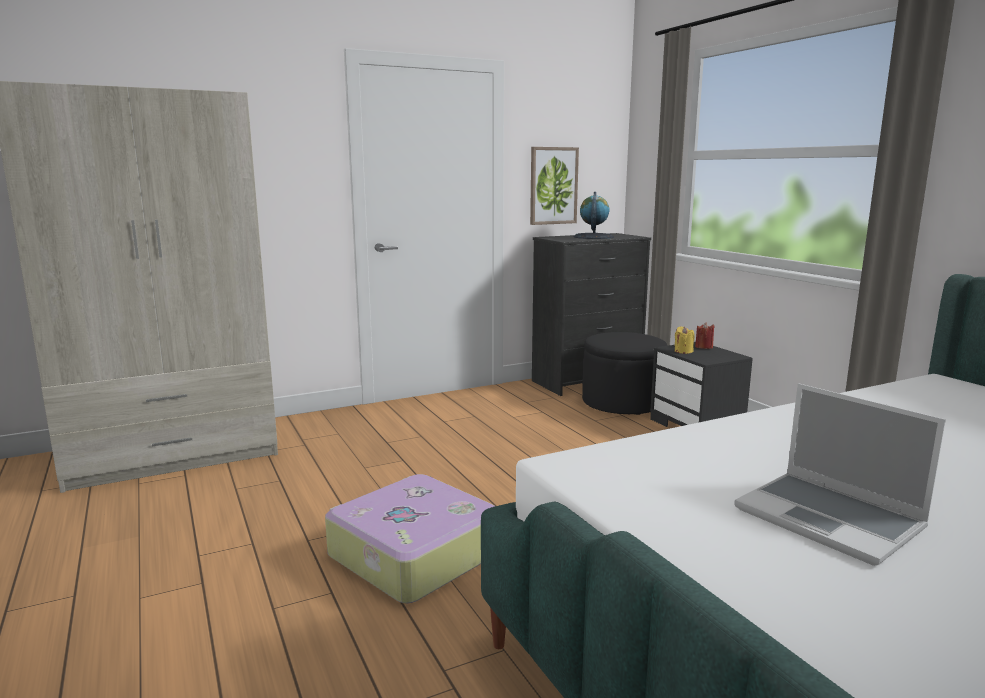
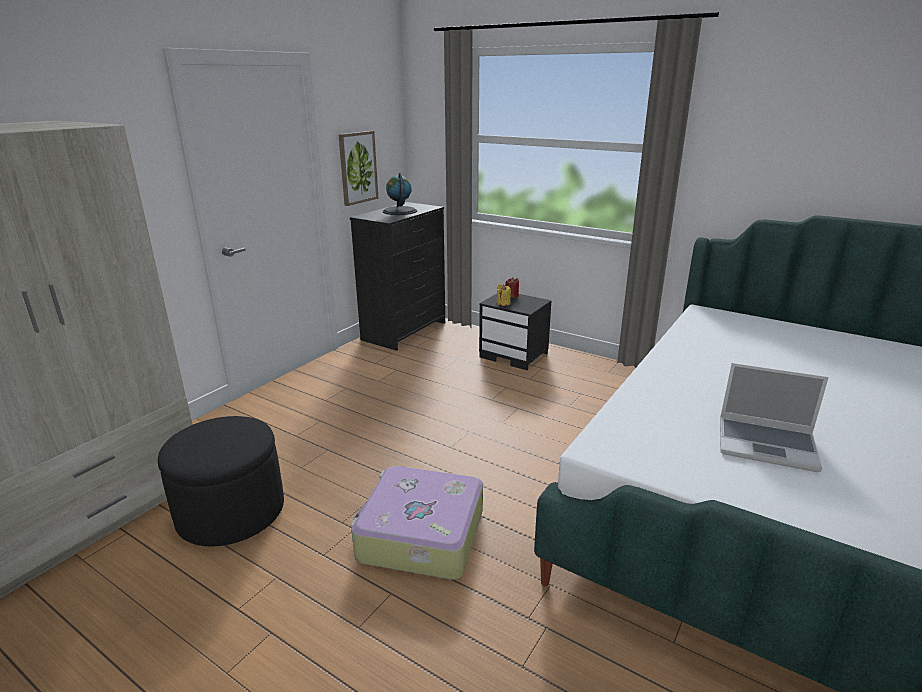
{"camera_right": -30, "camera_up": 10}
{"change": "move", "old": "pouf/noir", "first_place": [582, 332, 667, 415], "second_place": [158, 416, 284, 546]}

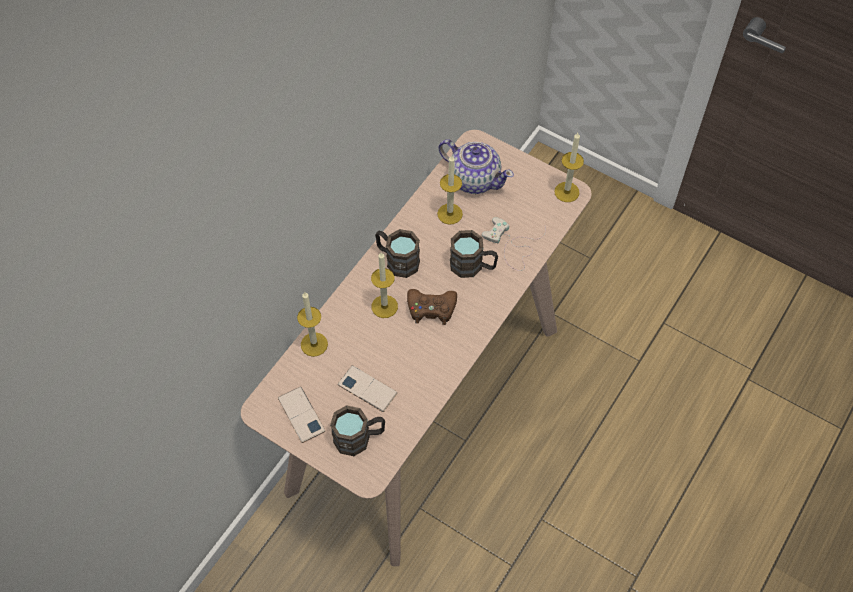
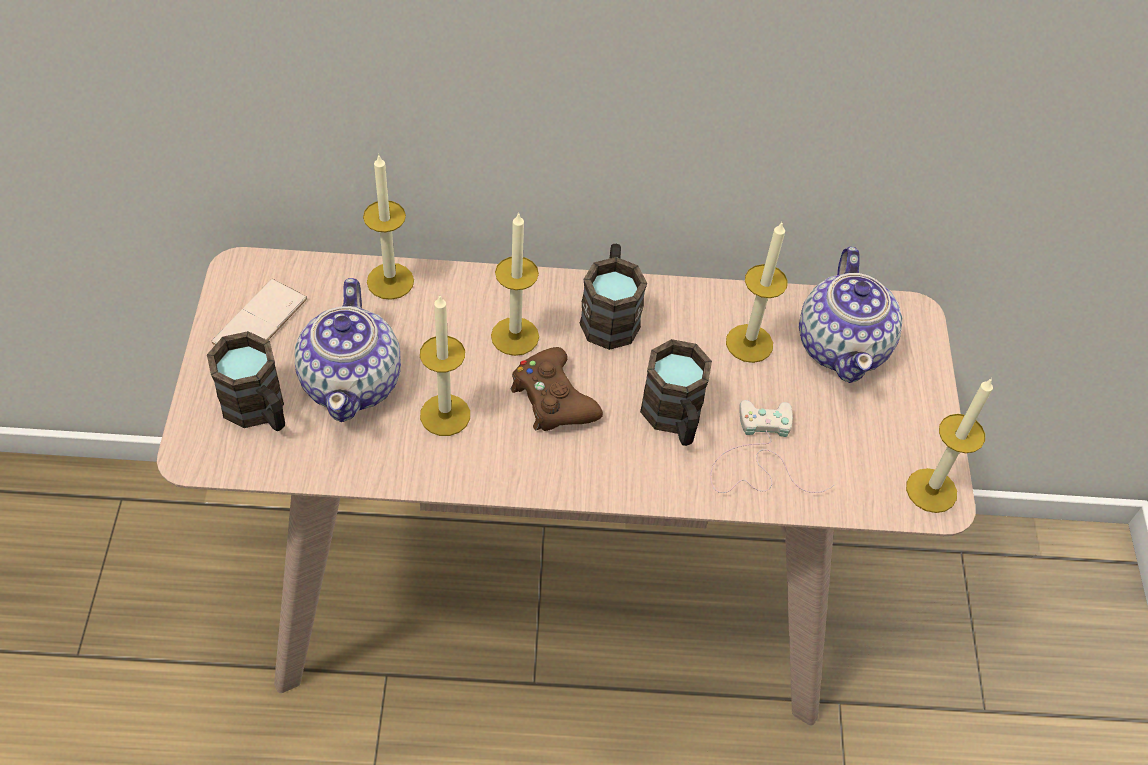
{"camera_right": 55, "camera_up": -5}
{"change": "insert", "new": "bougie", "second_place": [420, 294, 470, 436]}
{"change": "replace", "old": "téléphone", "new": "théière", "first_place": [338, 365, 398, 412], "second_place": [295, 278, 401, 422]}

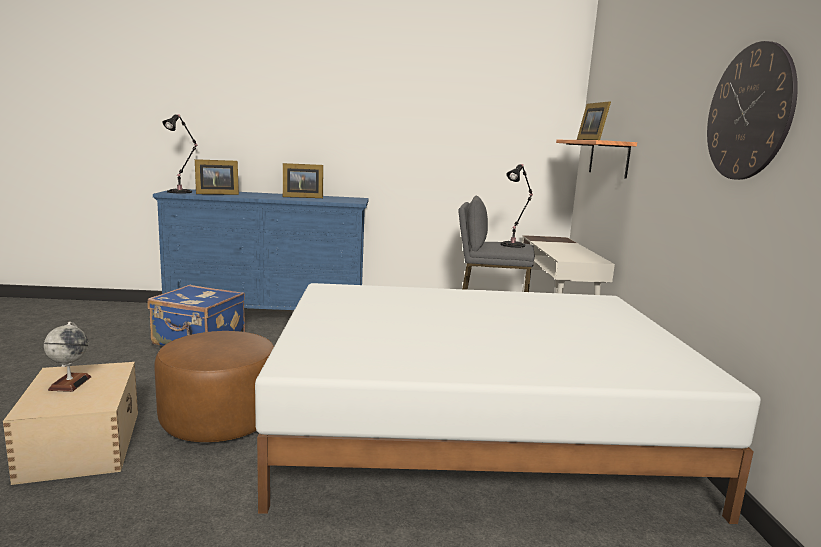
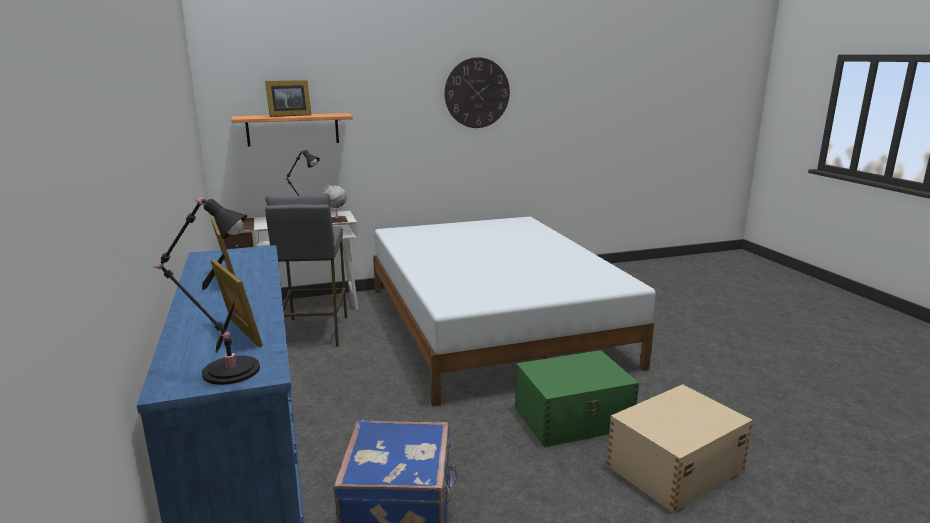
{"camera_right": -105, "camera_up": 5}
{"change": "move", "old": "globe", "first_place": [44, 322, 91, 392], "second_place": [322, 185, 348, 223]}
{"change": "replace", "old": "pouf/marron", "new": "boîte de rangement/vert", "first_place": [154, 331, 274, 442], "second_place": [515, 350, 639, 447]}

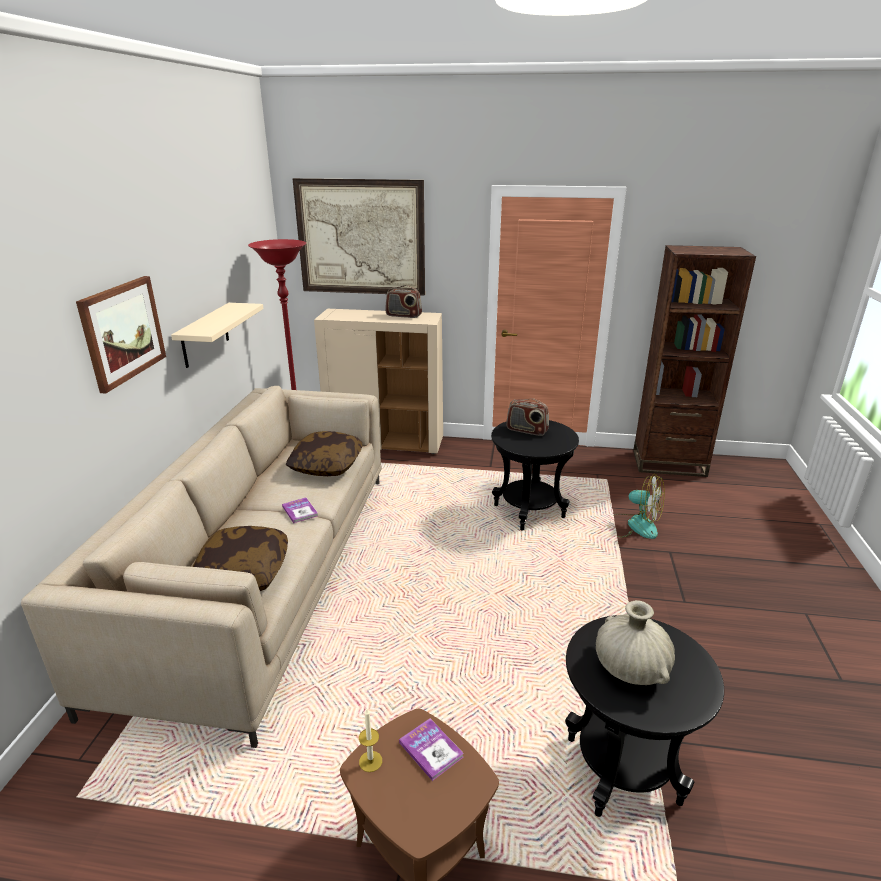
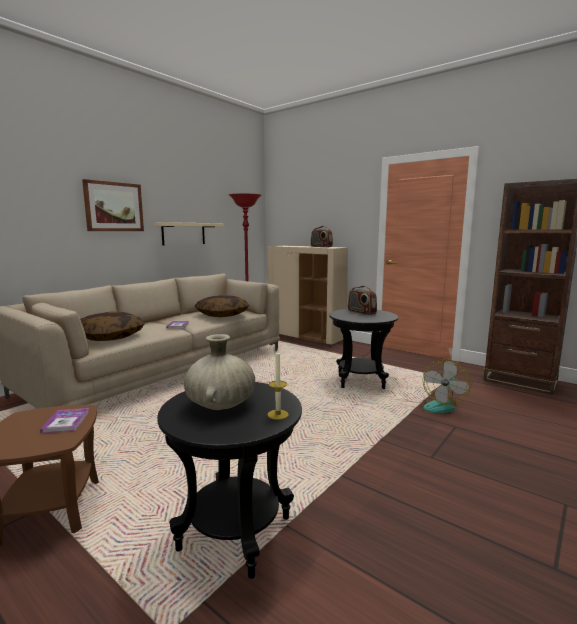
{"camera_right": 30, "camera_up": -15}
{"change": "delete", "old": "tableau", "first_place": [293, 178, 425, 296]}
{"change": "move", "old": "bougie", "first_place": [359, 709, 382, 772], "second_place": [268, 349, 289, 420]}
{"change": "rotate", "old": "ventilateur", "first_place": [614, 474, 665, 539], "second_place": [423, 359, 471, 413], "degrees": 60}

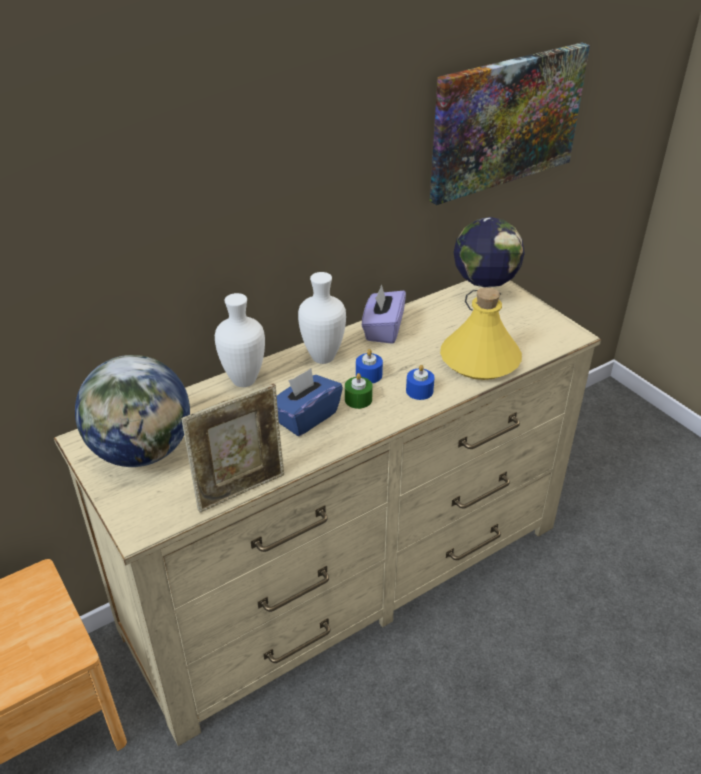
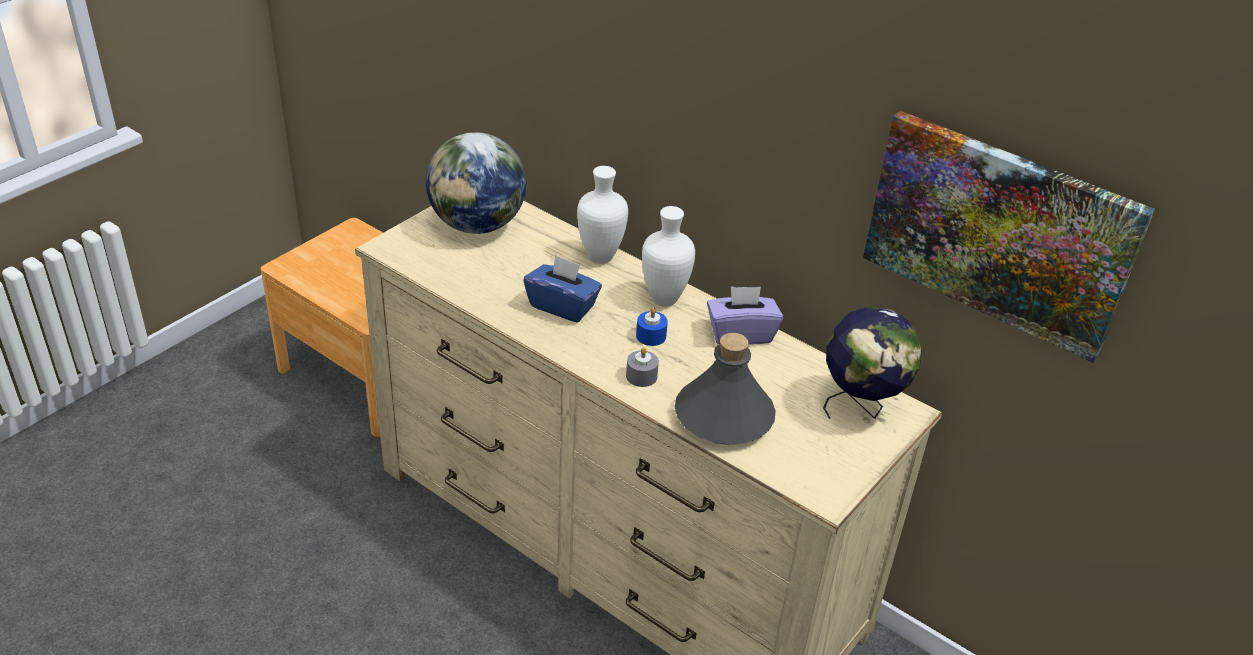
{"camera_right": 70, "camera_up": 0}
{"change": "delete", "old": "cadre photo", "first_place": [181, 383, 284, 512]}
{"change": "delete", "old": "bougie/vert", "first_place": [345, 373, 373, 409]}
{"change": "recolor", "old": "bougie/bleu", "new": "bougie/gris", "first_place": [406, 365, 435, 400], "second_place": [626, 347, 659, 387]}
{"change": "recolor", "old": "bouteille/jaune", "new": "bouteille/gris", "first_place": [440, 287, 522, 380], "second_place": [675, 333, 776, 445]}

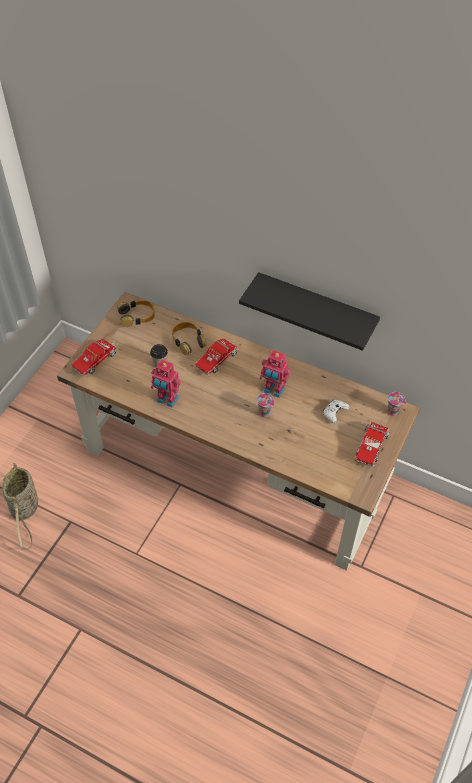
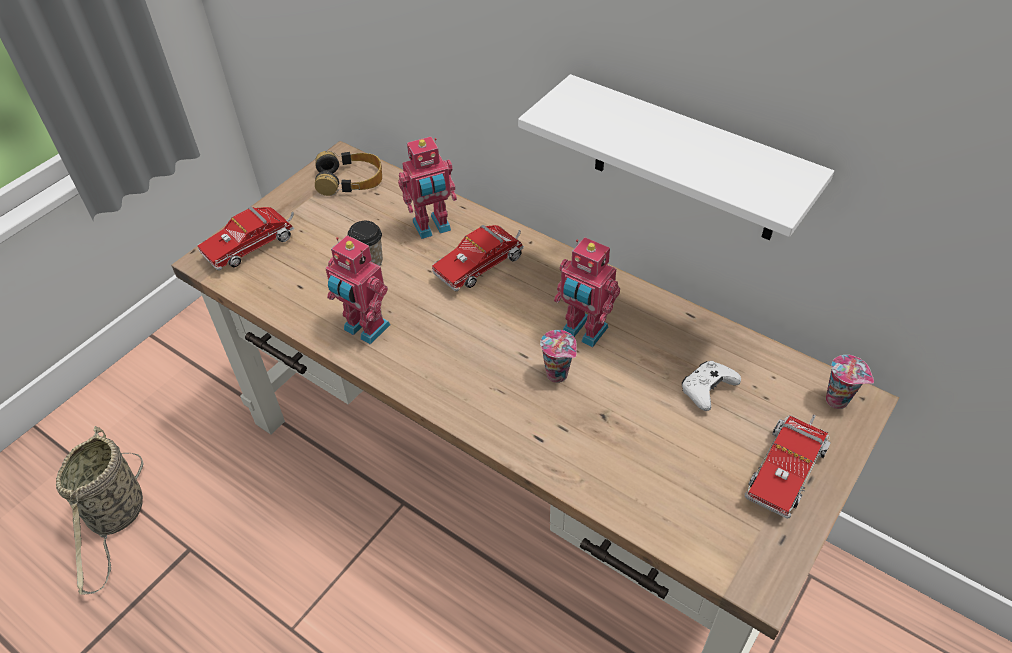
{"camera_right": 10, "camera_up": -5}
{"change": "replace", "old": "casque audio", "new": "robot jouet", "first_place": [172, 322, 207, 355], "second_place": [398, 137, 457, 239]}
{"change": "recolor", "old": "étagère/noir", "new": "étagère/blanc", "first_place": [239, 272, 380, 351], "second_place": [518, 74, 834, 240]}

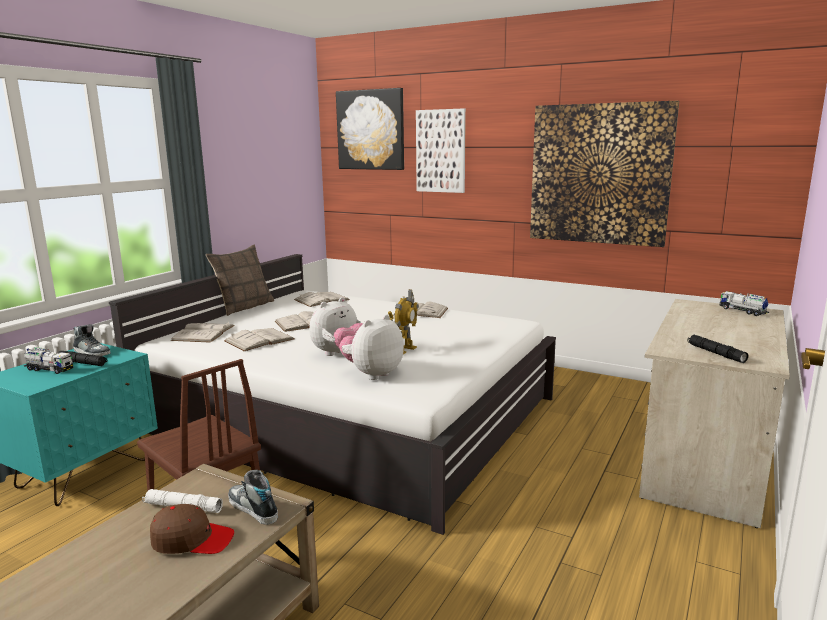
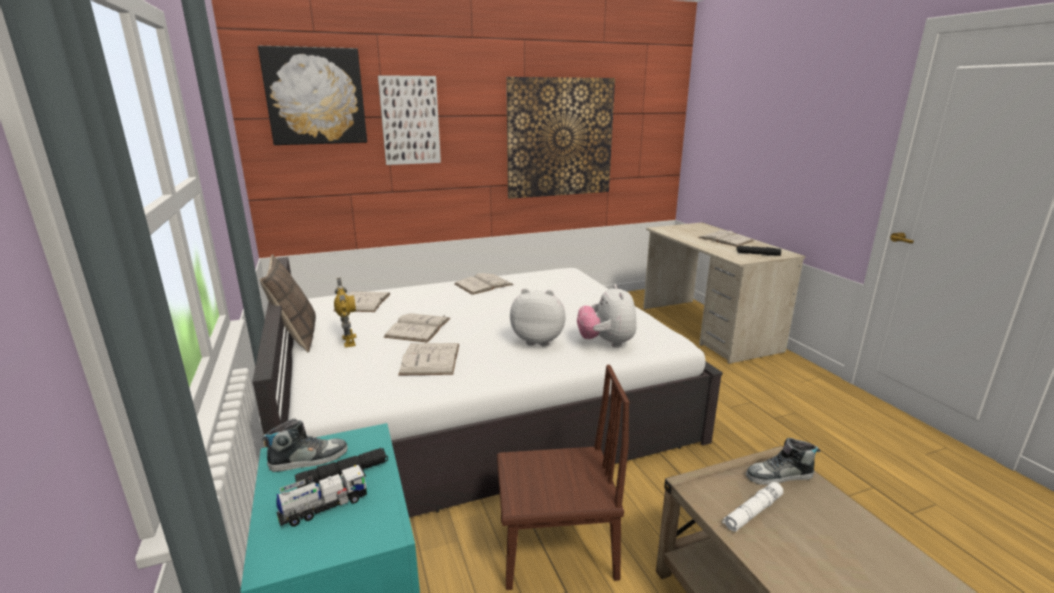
{"camera_right": -50, "camera_up": 5}
{"change": "delete", "old": "casquette/marron", "first_place": [150, 504, 234, 554]}
{"change": "delete", "old": "camion jouet", "first_place": [719, 291, 769, 316]}
{"change": "move", "old": "livre/blanc", "first_place": [170, 322, 235, 343], "second_place": [698, 229, 754, 247]}
{"change": "move", "old": "robot jouet", "first_place": [388, 289, 419, 354], "second_place": [334, 278, 357, 348]}
{"change": "rotate", "old": "peluche", "first_place": [309, 297, 363, 356], "second_place": [510, 288, 565, 346], "degrees": -75}

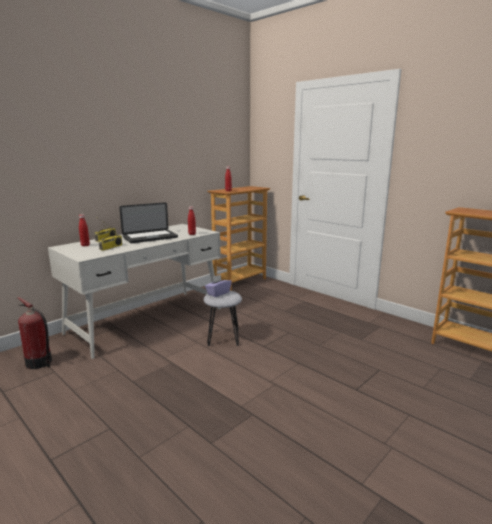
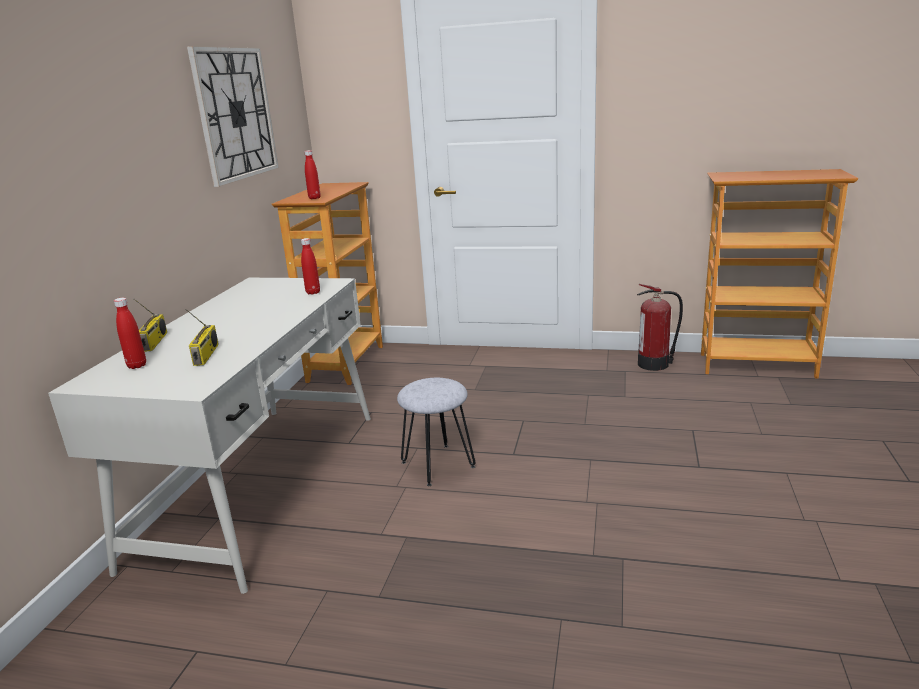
{"camera_right": -30, "camera_up": 5}
{"change": "delete", "old": "ordinateur portable", "first_place": [119, 202, 178, 243]}
{"change": "delete", "old": "boîte à mouchoirs/violet", "first_place": [205, 274, 232, 297]}
{"change": "insert", "new": "horloge murale", "second_place": [187, 46, 279, 187]}
{"change": "move", "old": "extincteur", "first_place": [18, 297, 52, 369], "second_place": [637, 284, 683, 371]}

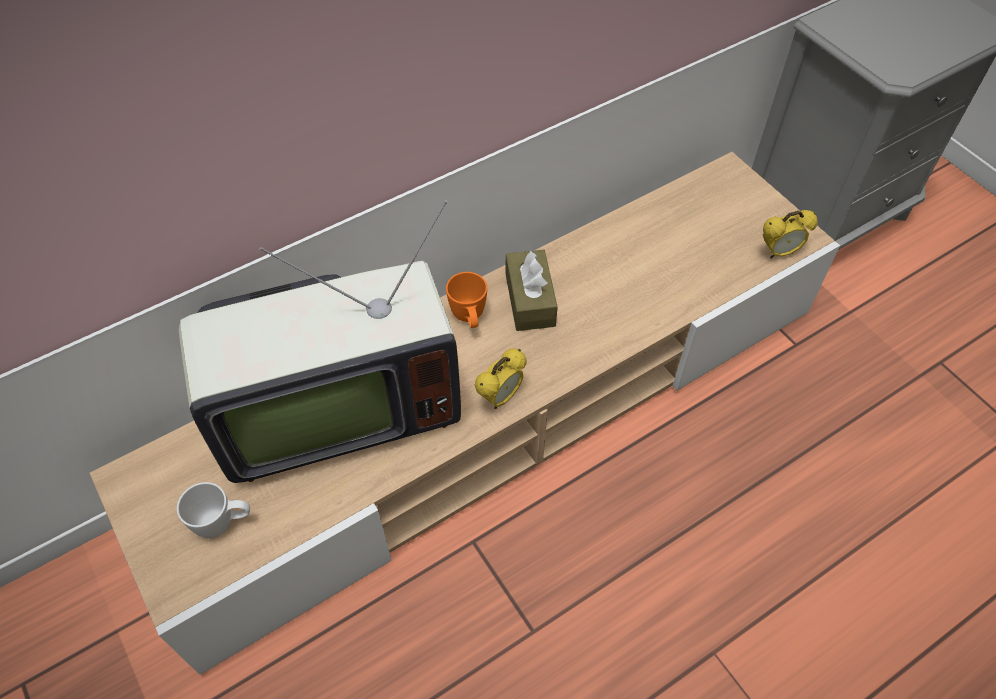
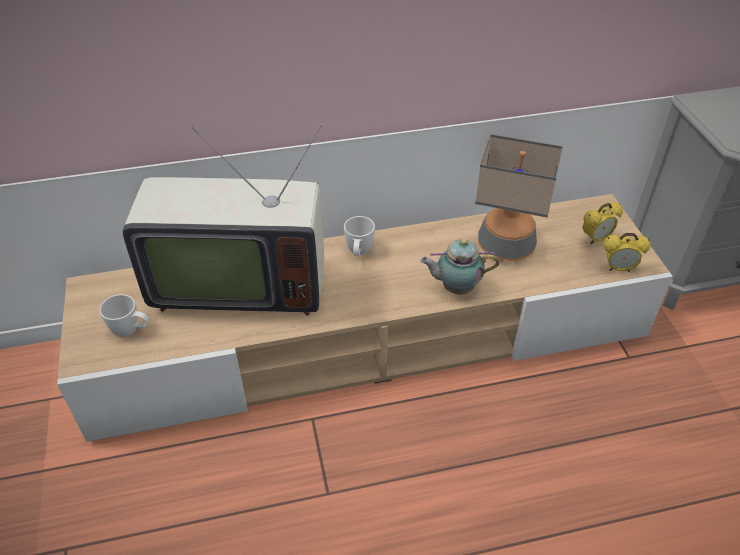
{"camera_right": 20, "camera_up": -10}
{"change": "delete", "old": "boîte à mouchoirs/marron", "first_place": [505, 249, 558, 331]}
{"change": "insert", "new": "théière", "second_place": [420, 239, 499, 294]}
{"change": "insert", "new": "lampe de table", "second_place": [475, 134, 563, 261]}
{"change": "move", "old": "réveil", "first_place": [475, 349, 527, 409], "second_place": [582, 202, 623, 244]}
{"change": "recolor", "old": "mug/orange", "new": "mug/blanc", "first_place": [446, 272, 487, 328], "second_place": [344, 216, 375, 256]}

